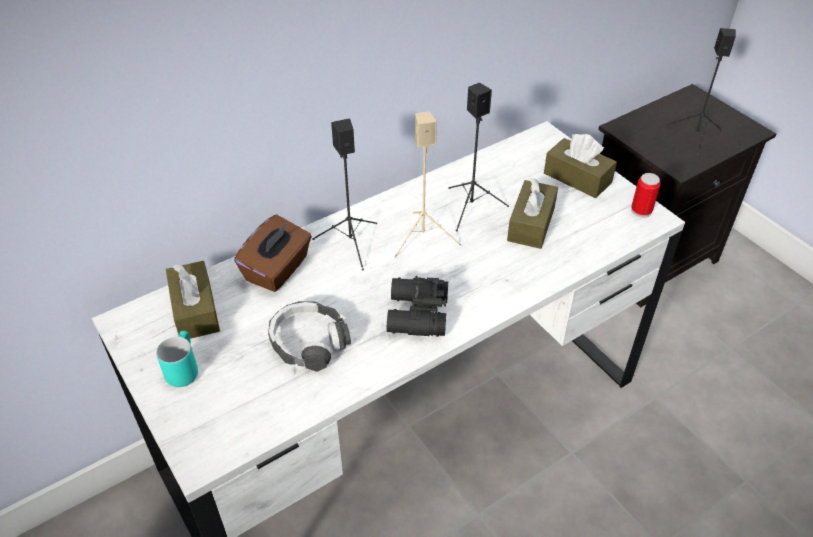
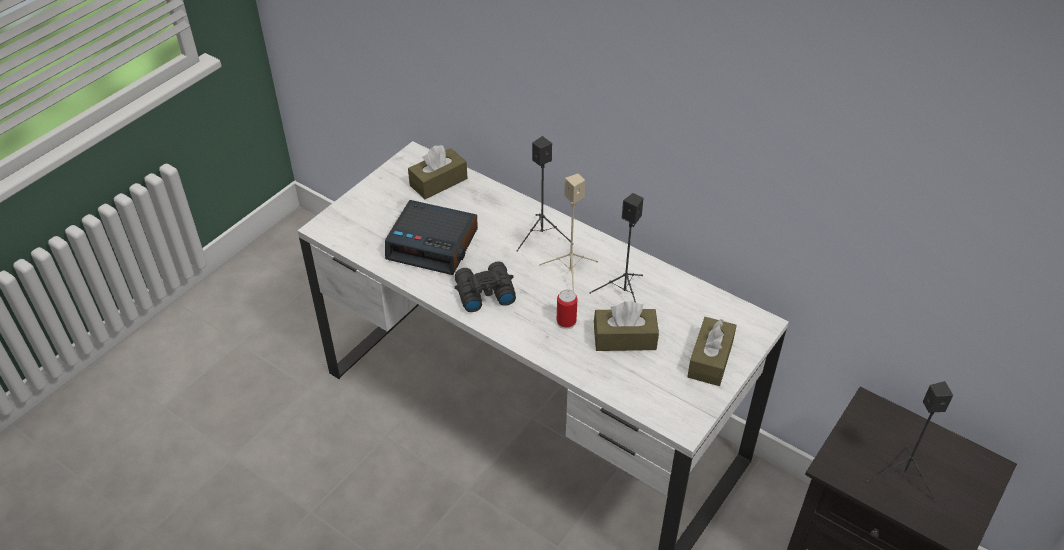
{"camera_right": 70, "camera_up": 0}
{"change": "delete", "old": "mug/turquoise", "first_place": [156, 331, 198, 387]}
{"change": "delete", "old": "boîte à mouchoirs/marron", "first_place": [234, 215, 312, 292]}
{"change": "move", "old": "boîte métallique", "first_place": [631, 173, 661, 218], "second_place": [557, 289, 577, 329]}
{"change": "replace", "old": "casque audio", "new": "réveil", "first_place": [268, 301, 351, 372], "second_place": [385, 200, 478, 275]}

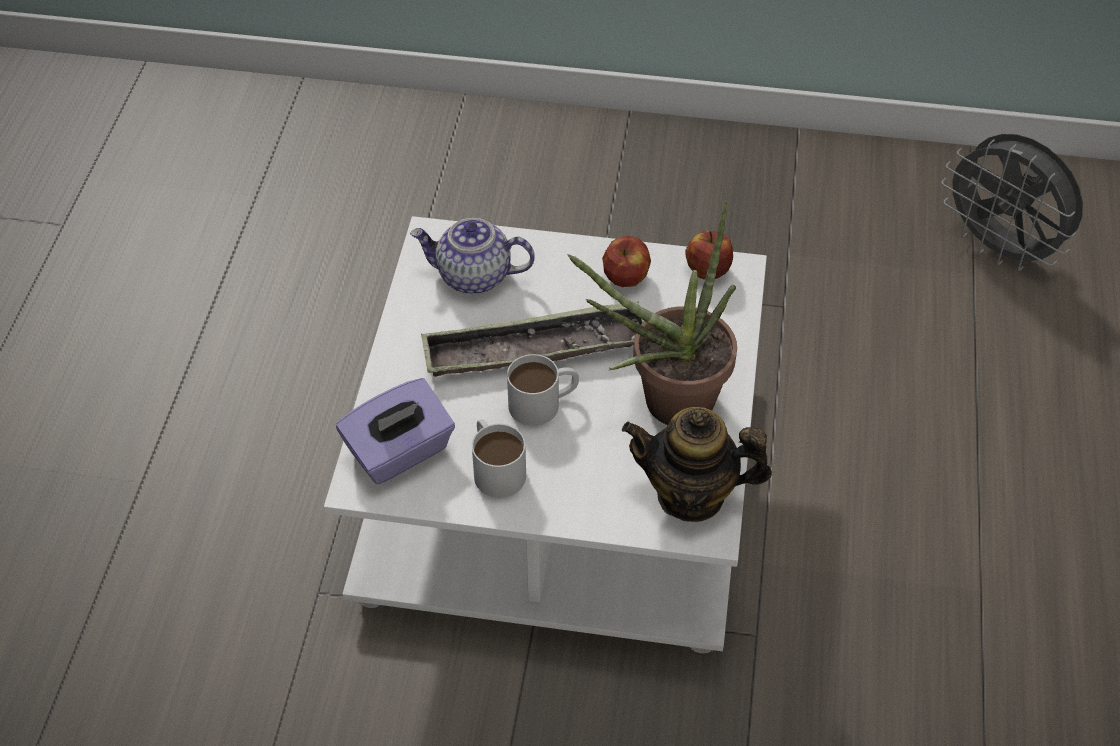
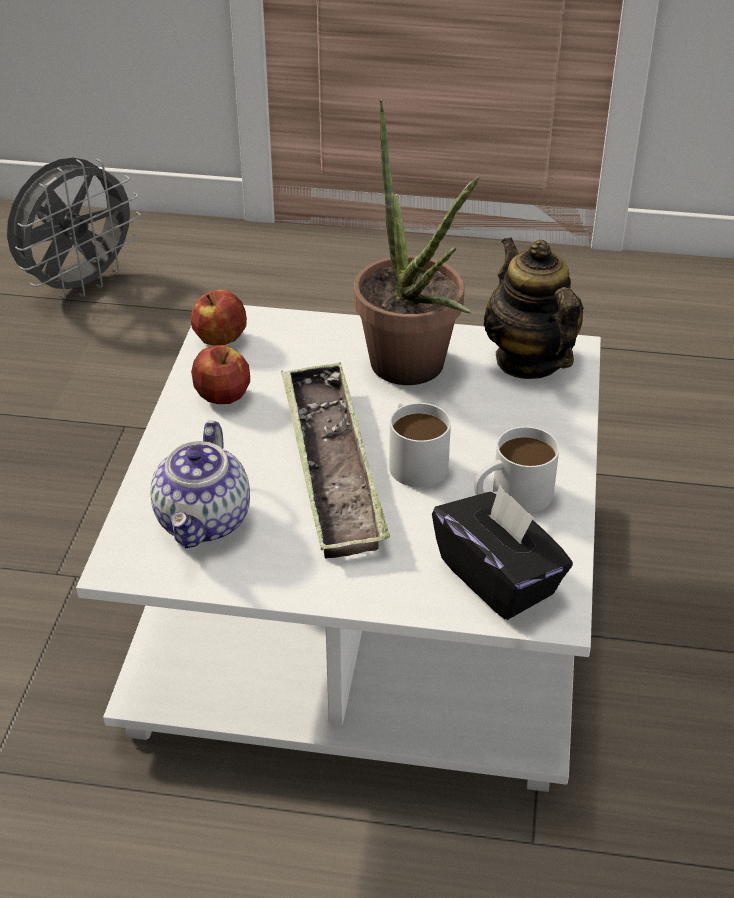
{"camera_right": -90, "camera_up": -10}
{"change": "recolor", "old": "boîte à mouchoirs/violet", "new": "boîte à mouchoirs/noir", "first_place": [336, 378, 455, 484], "second_place": [432, 484, 573, 620]}
{"change": "rotate", "old": "théière", "first_place": [622, 407, 772, 522], "second_place": [484, 237, 584, 379], "degrees": 150}

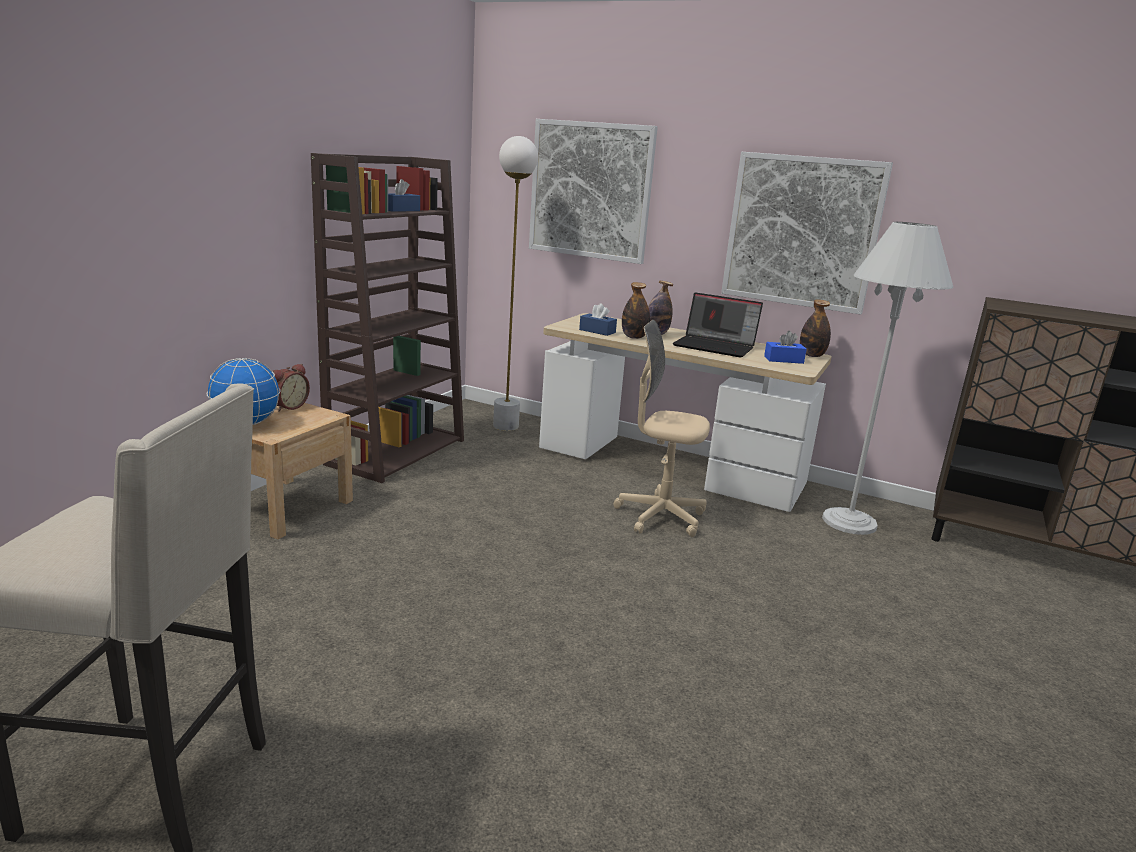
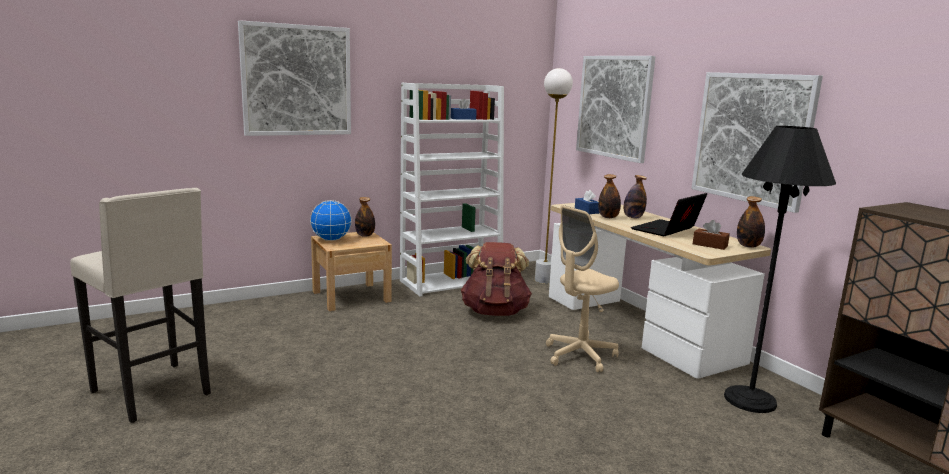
{"camera_right": 35, "camera_up": -5}
{"change": "insert", "new": "tableau", "second_place": [238, 20, 351, 136]}
{"change": "insert", "new": "sac à dos/marron", "second_place": [461, 242, 532, 316]}
{"change": "replace", "old": "réveil", "new": "bouteille", "first_place": [272, 364, 310, 412], "second_place": [355, 197, 375, 237]}
{"change": "recolor", "old": "bibliothèque/marron", "new": "bibliothèque/blanc", "first_place": [311, 153, 464, 483], "second_place": [400, 83, 504, 297]}
{"change": "recolor", "old": "boîte à mouchoirs/bleu", "new": "boîte à mouchoirs/marron", "first_place": [764, 331, 807, 364], "second_place": [693, 220, 730, 250]}
{"change": "recolor", "old": "lampadaire/blanc", "new": "lampadaire/noir", "first_place": [822, 222, 953, 535], "second_place": [724, 126, 836, 413]}
{"change": "rotate", "old": "chaise de bureau/beige", "first_place": [614, 320, 710, 537], "second_place": [546, 205, 619, 372], "degrees": -90}
{"change": "rotate", "old": "ordinateur portable", "first_place": [673, 292, 763, 358], "second_place": [631, 193, 707, 236], "degrees": 75}

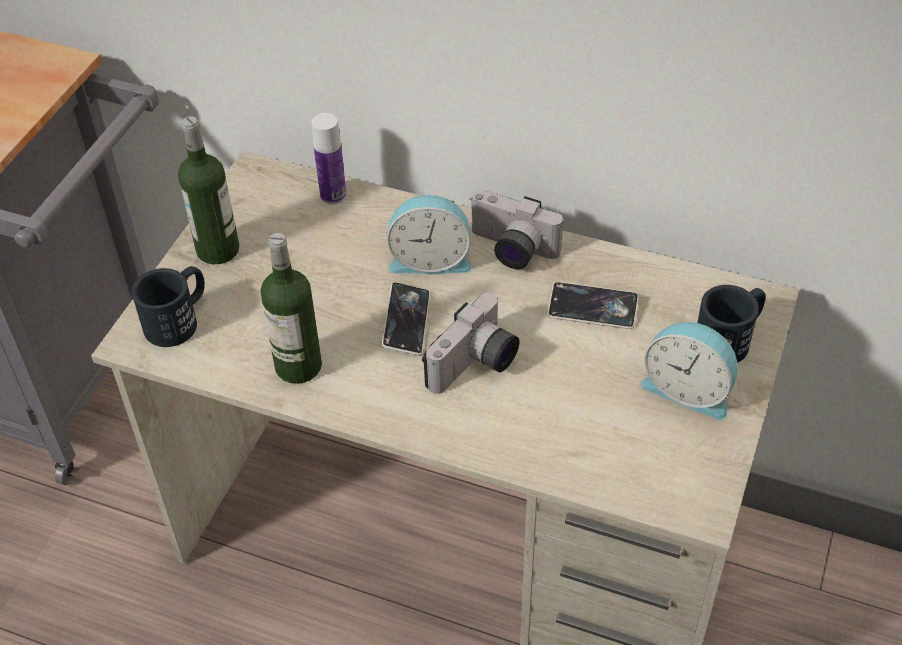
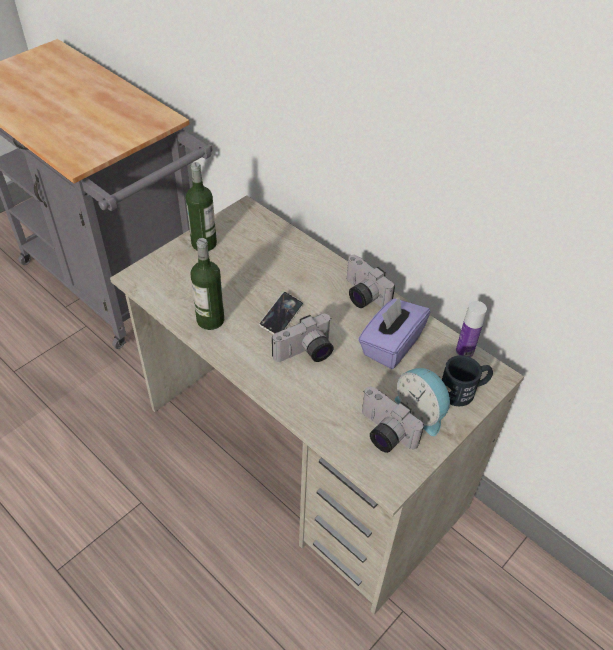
{"camera_right": 20, "camera_up": 0}
{"change": "delete", "old": "mug/noir", "first_place": [132, 266, 205, 347]}
{"change": "delete", "old": "réveil", "first_place": [387, 195, 472, 274]}
{"change": "insert", "new": "appareil photo", "second_place": [362, 387, 424, 453]}
{"change": "move", "old": "bouteille", "first_place": [311, 113, 346, 204], "second_place": [456, 301, 487, 357]}
{"change": "replace", "old": "téléphone", "new": "boîte à mouchoirs/violet", "first_place": [548, 282, 639, 329], "second_place": [358, 297, 431, 369]}

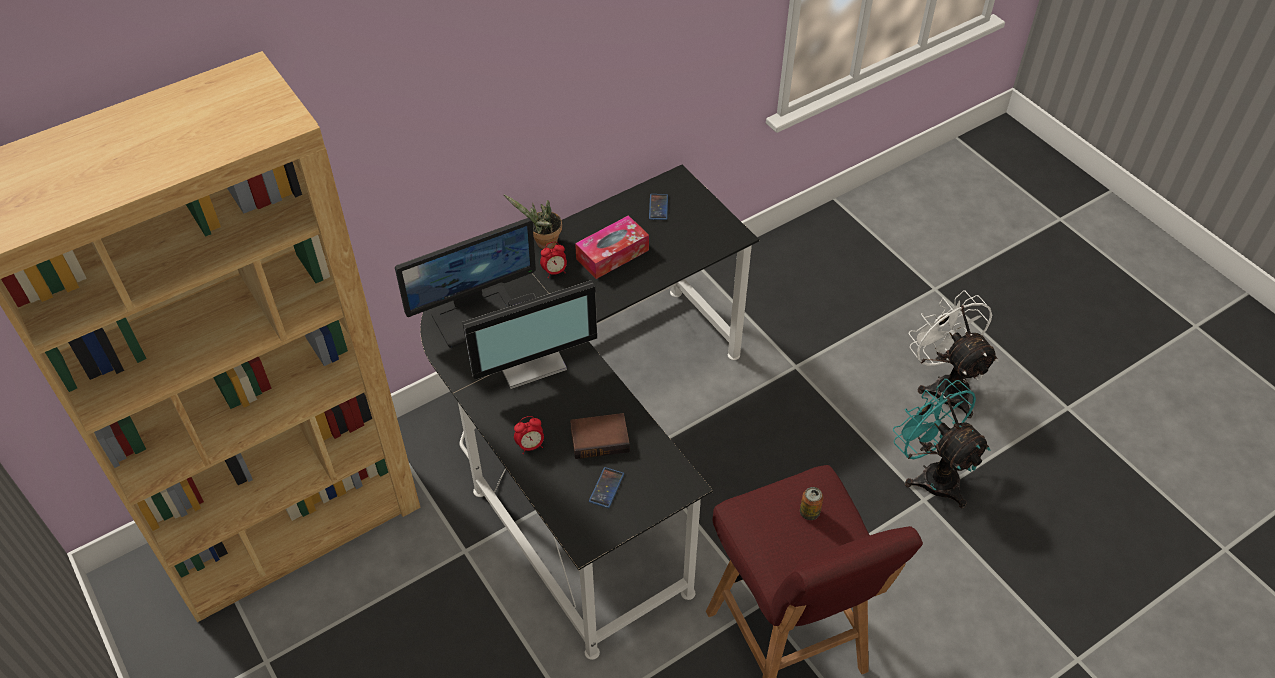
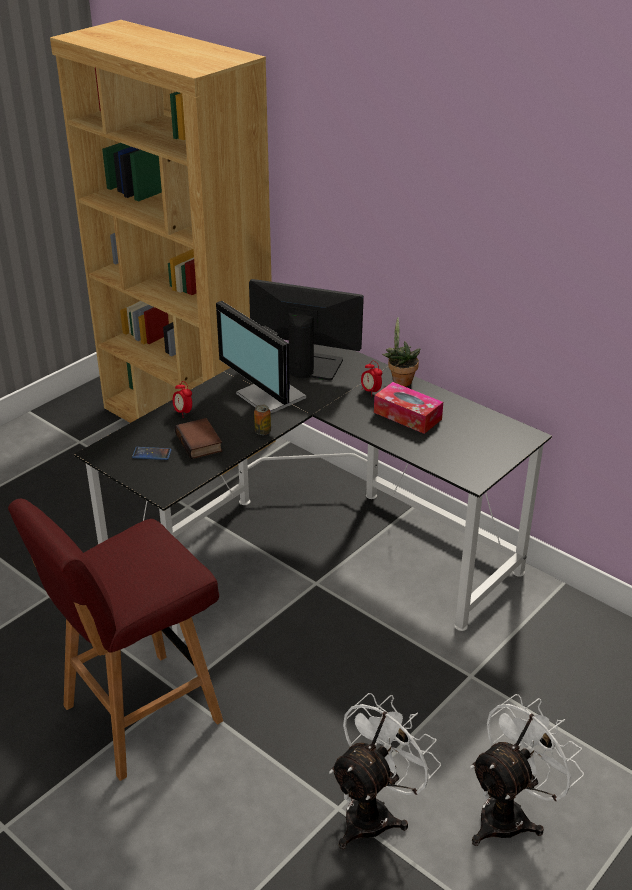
{"camera_right": 75, "camera_up": -15}
{"change": "delete", "old": "téléphone", "first_place": [649, 194, 668, 220]}
{"change": "move", "old": "boîte métallique", "first_place": [800, 487, 823, 520], "second_place": [254, 405, 271, 435]}
{"change": "recolor", "old": "ventilateur/turquoise", "new": "ventilateur/blanc", "first_place": [893, 379, 990, 508], "second_place": [329, 693, 441, 849]}
{"change": "rotate", "old": "écran d'ordinateur", "first_place": [395, 218, 536, 348], "second_place": [249, 279, 364, 381], "degrees": 150}

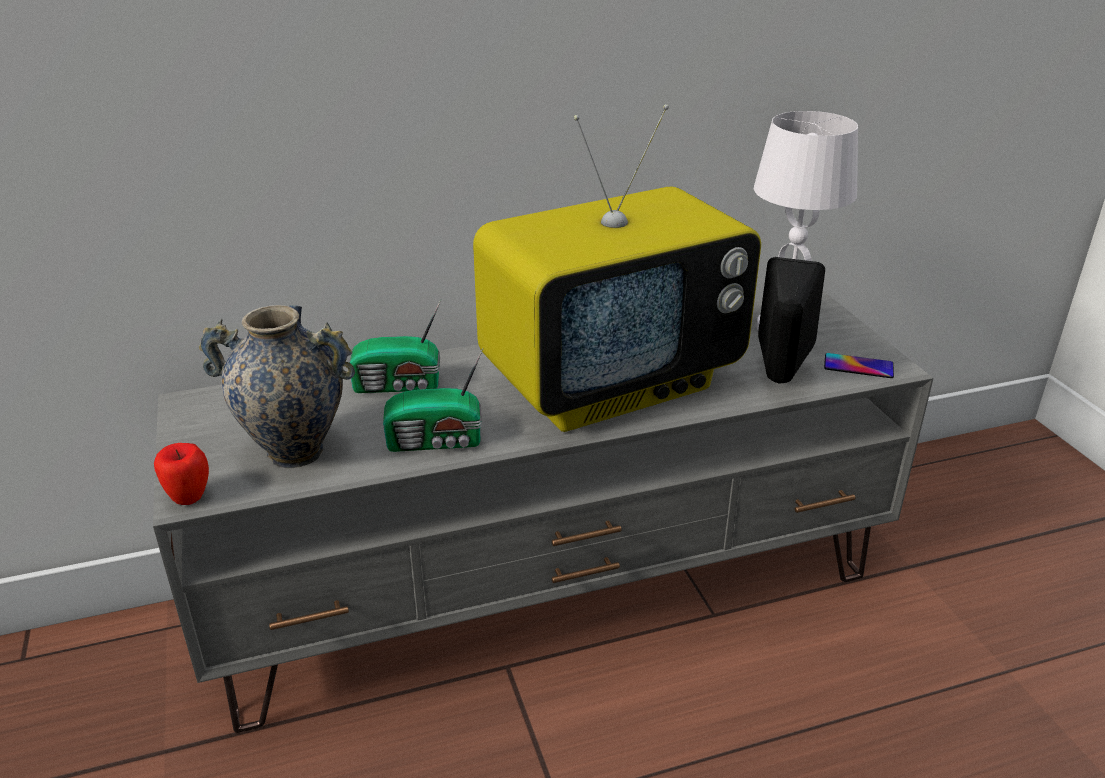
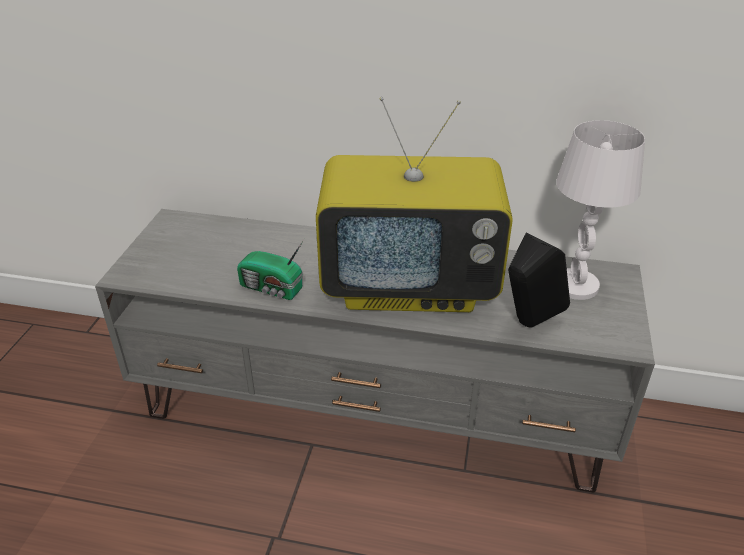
{"camera_right": 30, "camera_up": 5}
{"change": "delete", "old": "pomme", "first_place": [154, 443, 209, 505]}
{"change": "delete", "old": "vase", "first_place": [199, 305, 355, 468]}
{"change": "delete", "old": "radio", "first_place": [350, 300, 441, 393]}
{"change": "delete", "old": "téléphone", "first_place": [824, 353, 894, 378]}

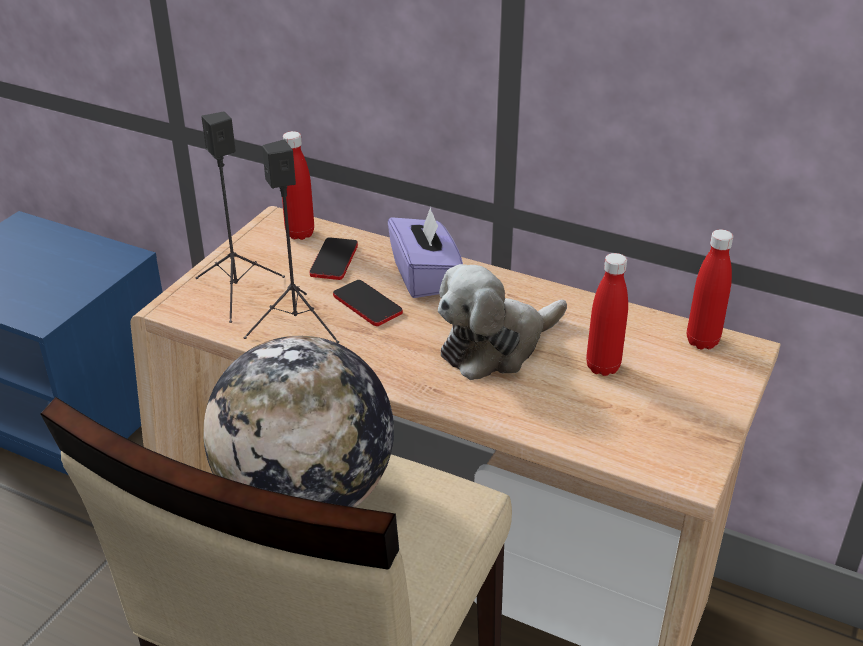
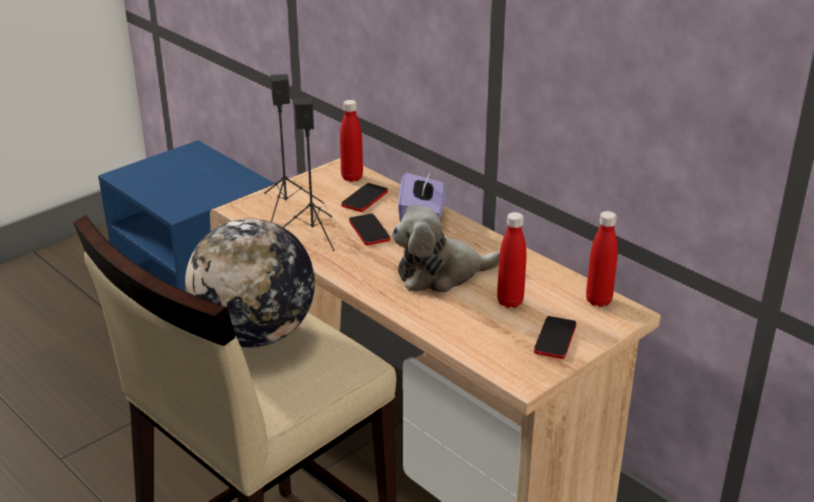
{"camera_right": 20, "camera_up": -5}
{"change": "insert", "new": "téléphone", "second_place": [534, 316, 576, 359]}

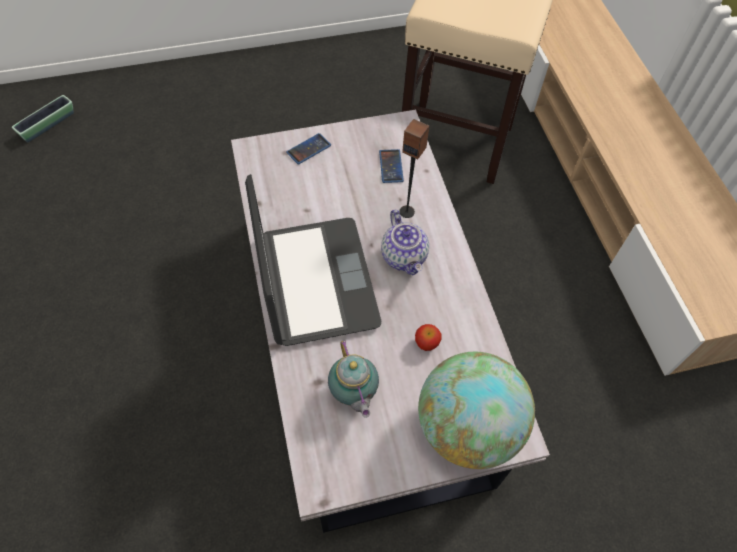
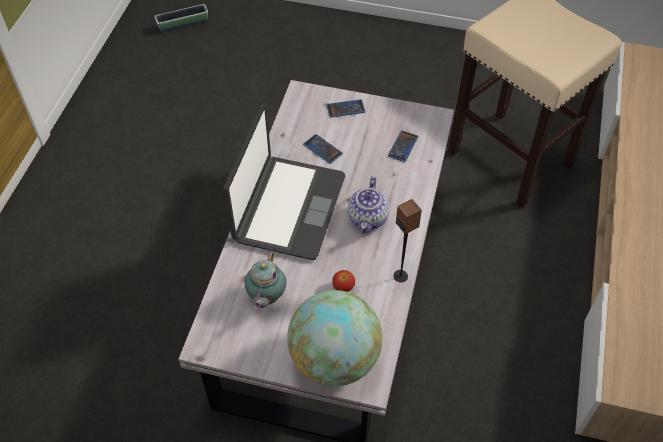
{"camera_right": 30, "camera_up": -5}
{"change": "insert", "new": "téléphone", "second_place": [303, 134, 343, 164]}
{"change": "move", "old": "enceinte", "first_place": [399, 119, 429, 218], "second_place": [393, 199, 422, 283]}

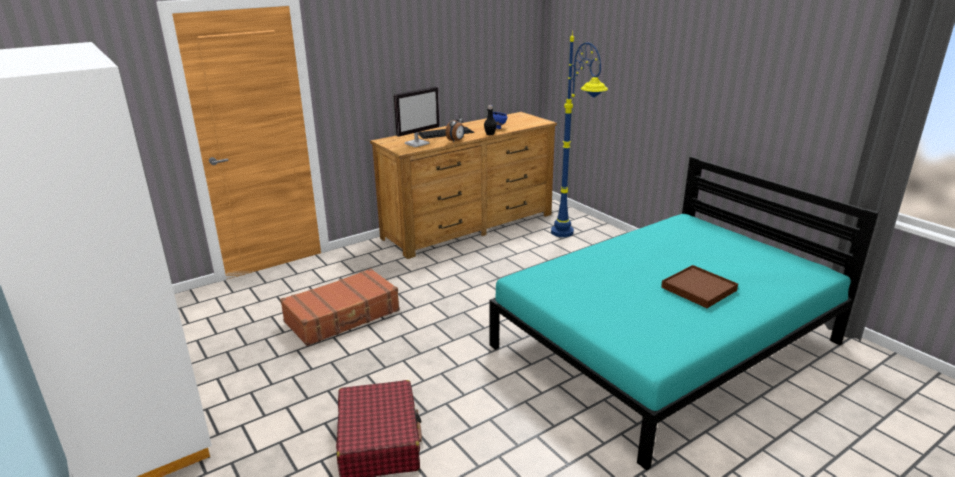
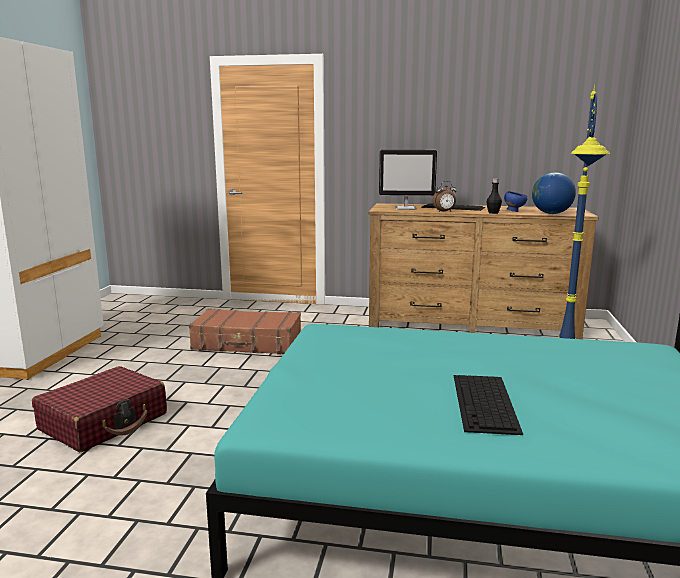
{"camera_right": 45, "camera_up": -10}
{"change": "insert", "new": "globe", "second_place": [532, 172, 576, 214]}
{"change": "replace", "old": "plateau/marron", "new": "clavier", "first_place": [661, 265, 738, 308], "second_place": [454, 375, 523, 435]}

